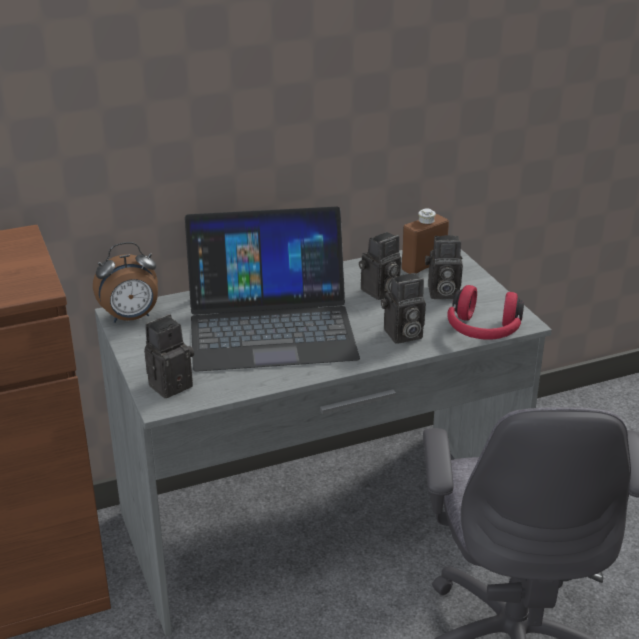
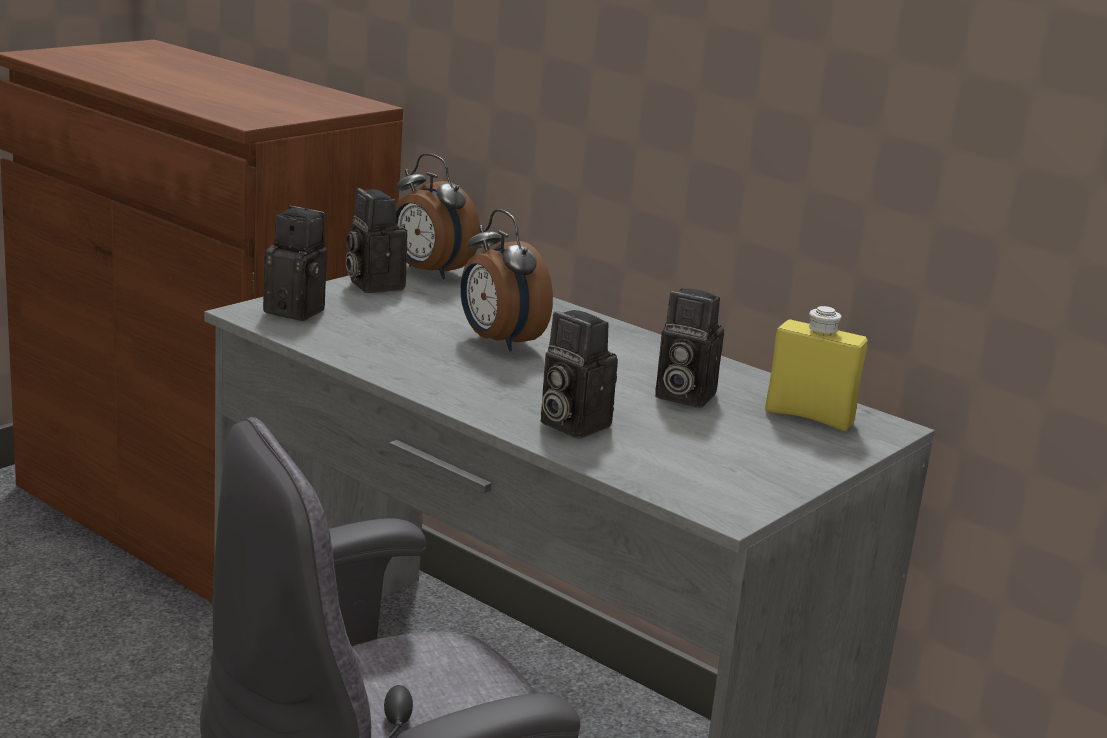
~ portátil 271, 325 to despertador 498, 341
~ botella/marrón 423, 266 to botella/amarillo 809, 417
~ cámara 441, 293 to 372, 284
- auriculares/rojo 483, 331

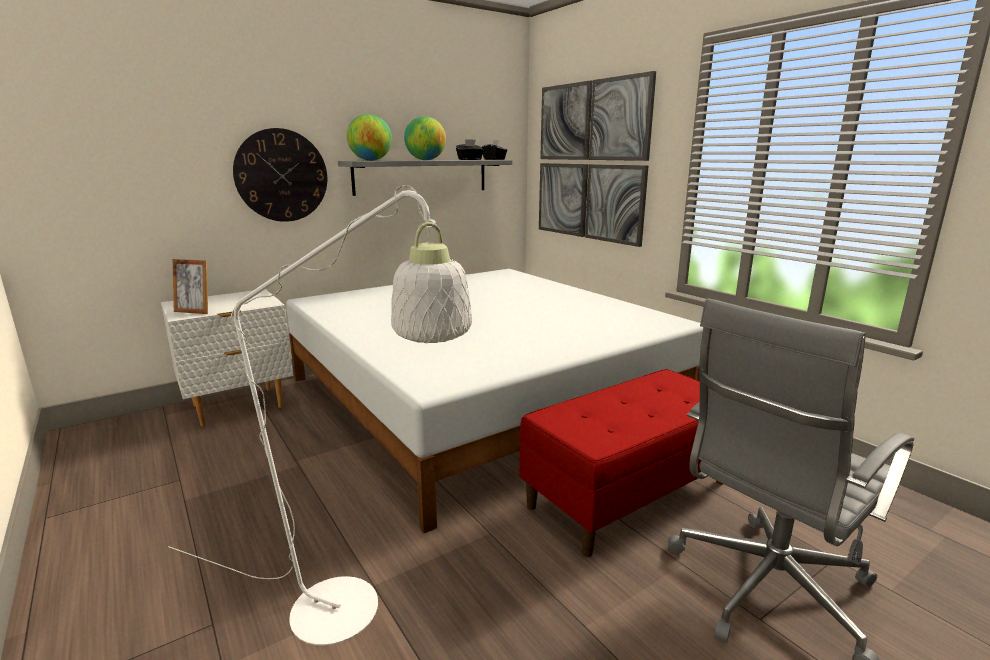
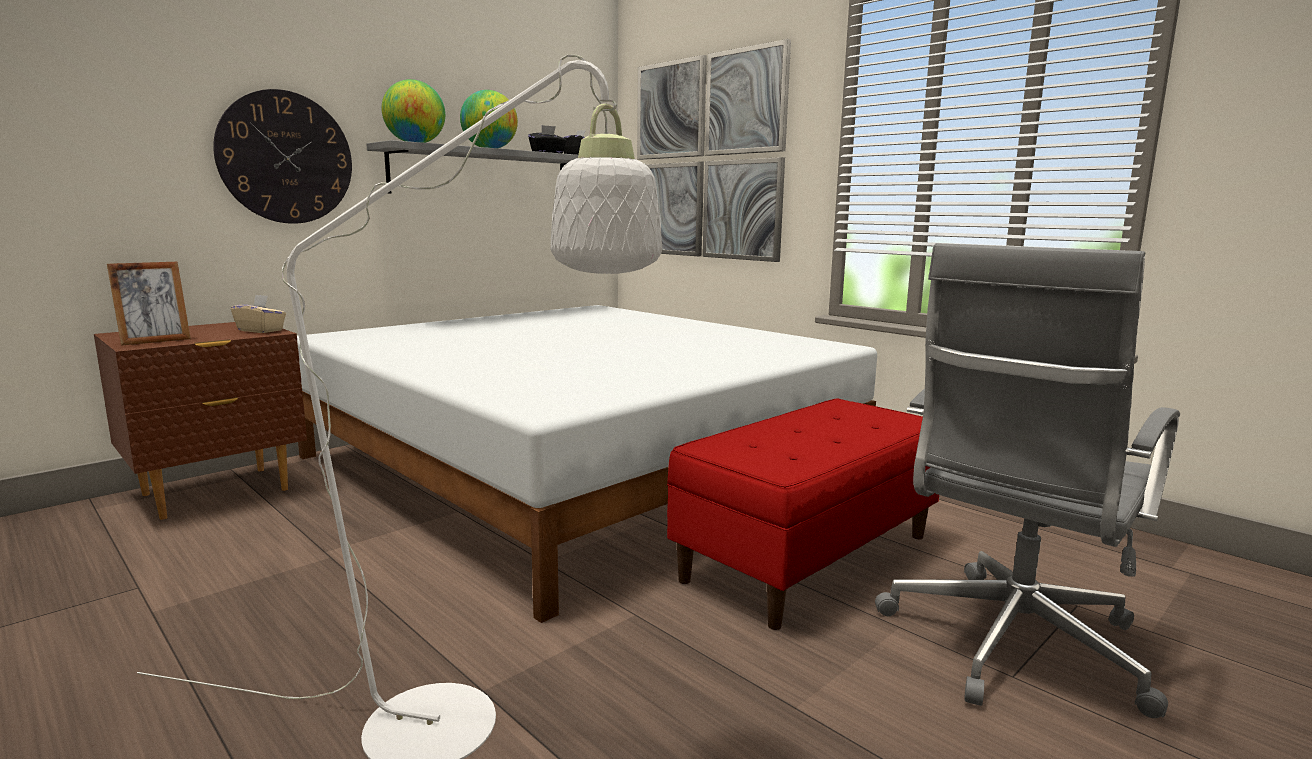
~ portarretratos 194, 311 = 155, 341 45 degrees counterclockwise
~ mesita de noche/blanco 238, 406 to mesita de noche/marrón 217, 493
+ caja de pañuelos/beis 261, 330

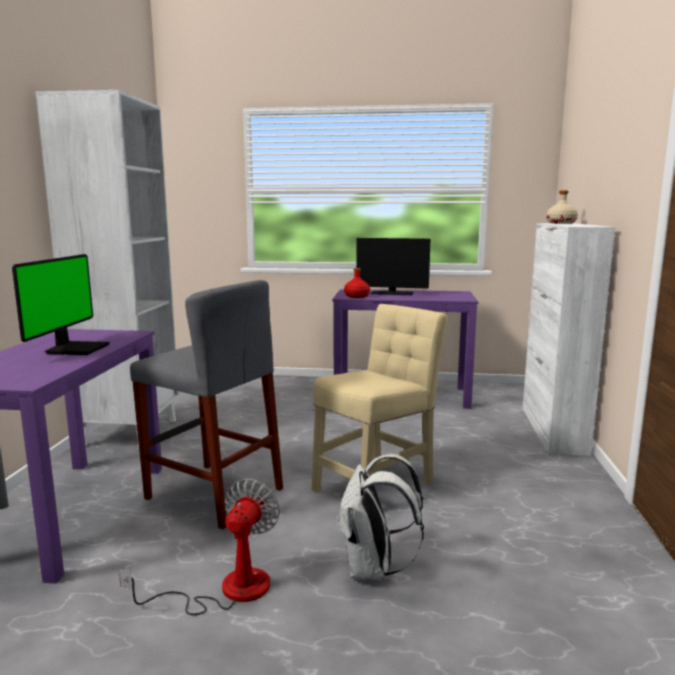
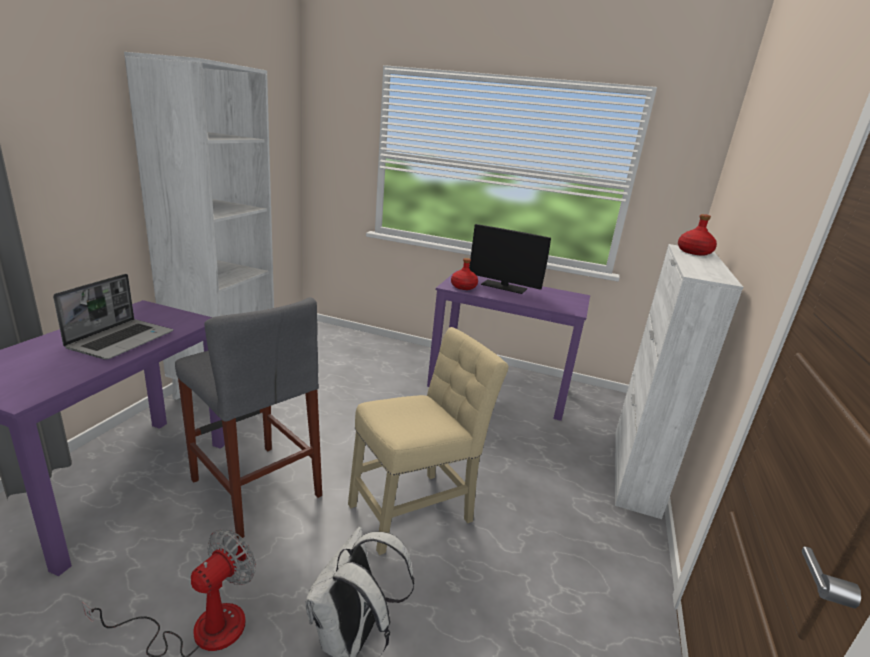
~ botella/beis 561, 223 to botella/rojo 694, 252
~ monitor 76, 349 to portátil 121, 340

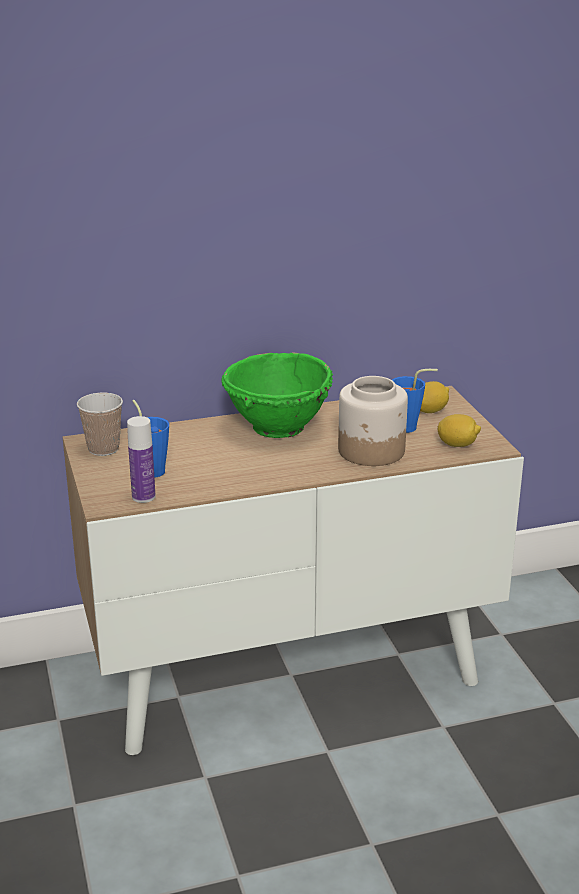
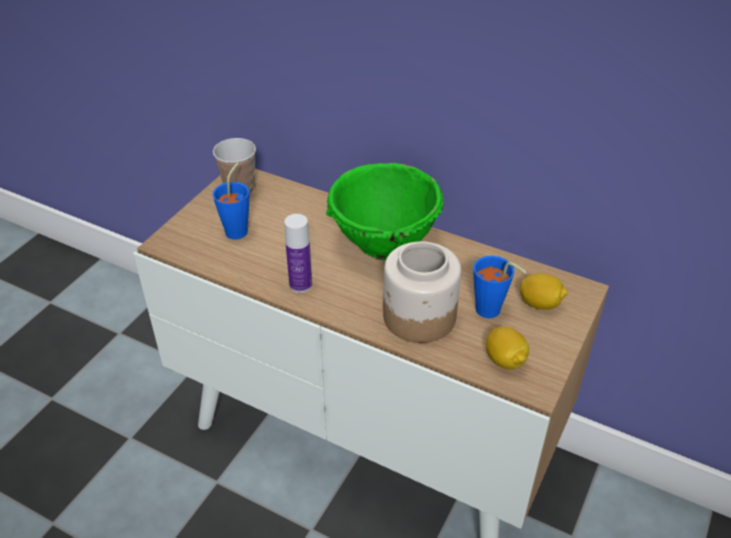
~ botella 143, 497 to 300, 285

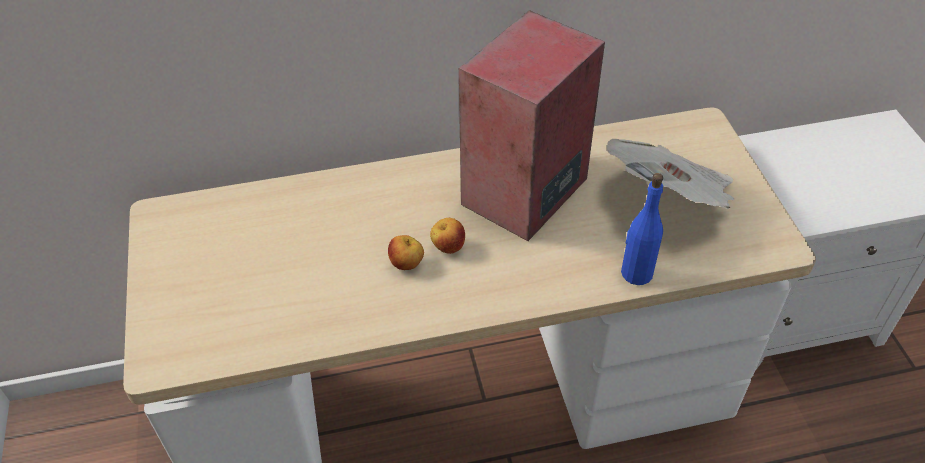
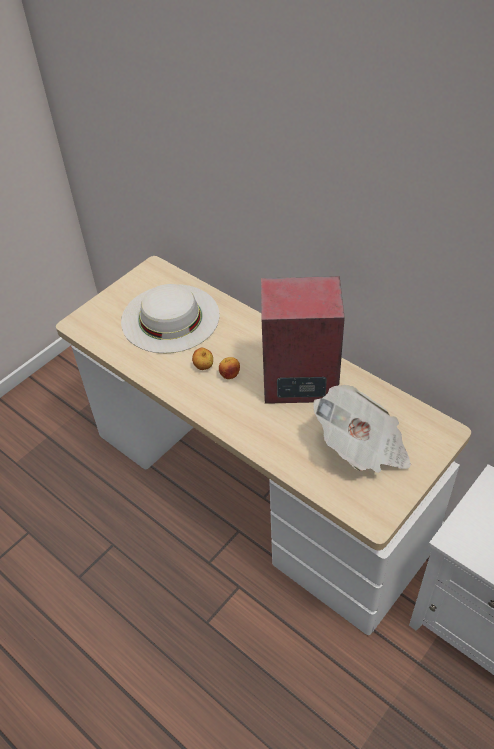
- botella/azul 636, 273
+ sombrero/blanco 170, 318

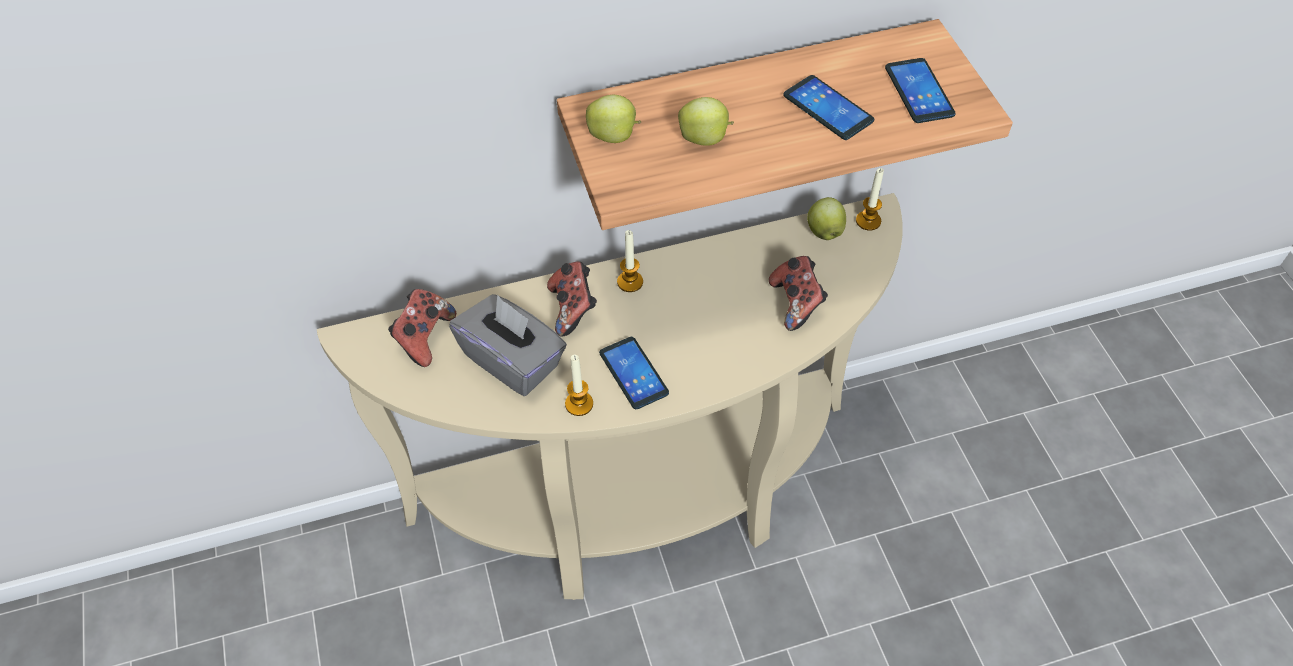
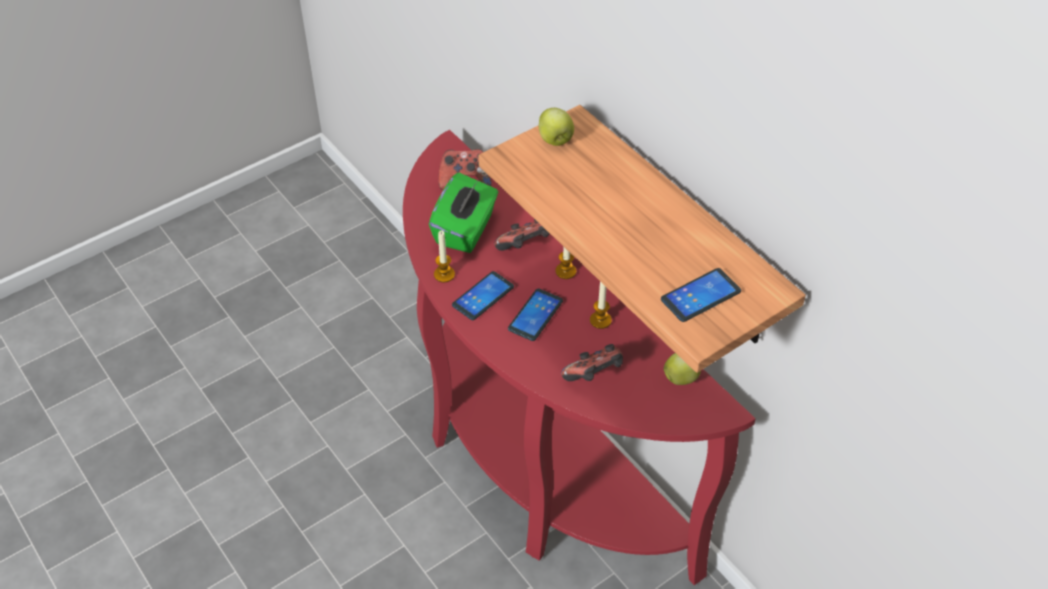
~ móvil 827, 108 to 535, 315
- manzana 704, 139
~ vela 868, 221 to 600, 320
~ mesa consola/beis 644, 506 to mesa consola/rojo 532, 463
~ caja de pañuelos/gris 513, 360 to caja de pañuelos/verde 465, 230

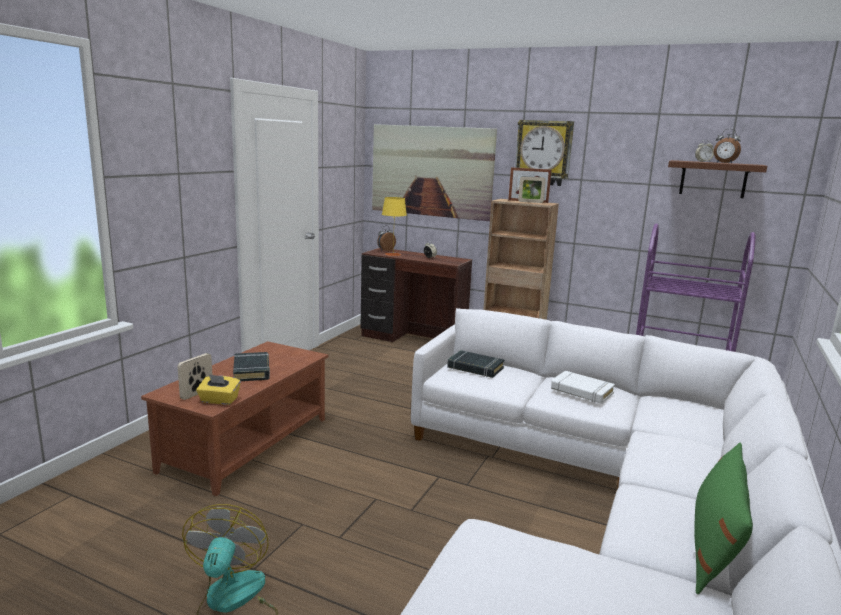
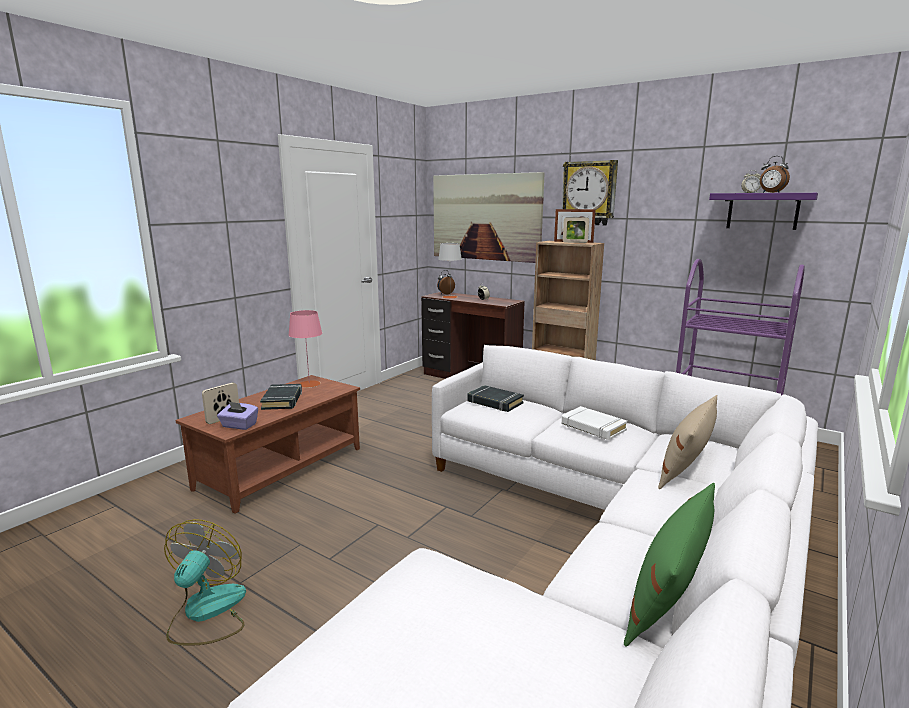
~ estante/marrón 713, 179 to estante/morado 762, 211
~ lámpara de mesa/amarillo 393, 254 to lámpara de mesa/gris 450, 297
~ caja de pañuelos/amarillo 219, 400 to caja de pañuelos/morado 239, 426
+ lámpara de mesa/rosa 309, 384
+ cojín/beis 686, 466

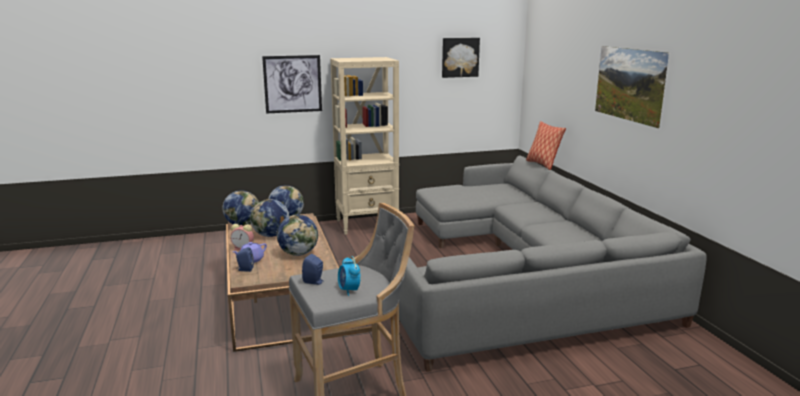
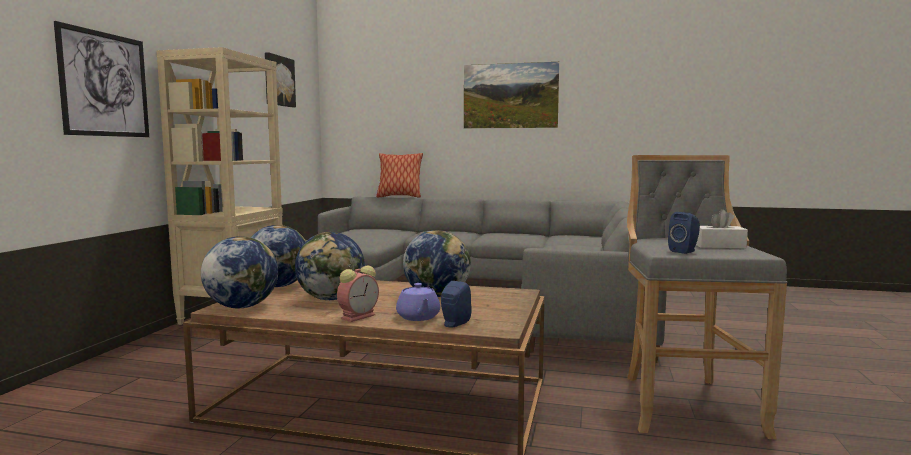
~ despertador 349, 290 to caja de pañuelos/blanco 719, 246

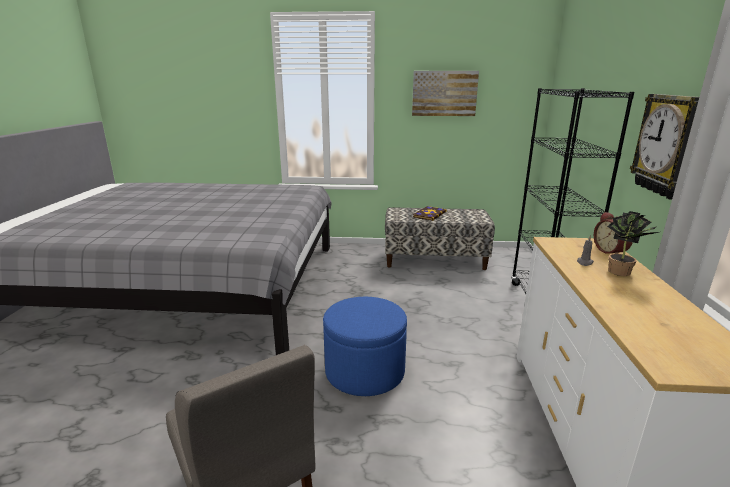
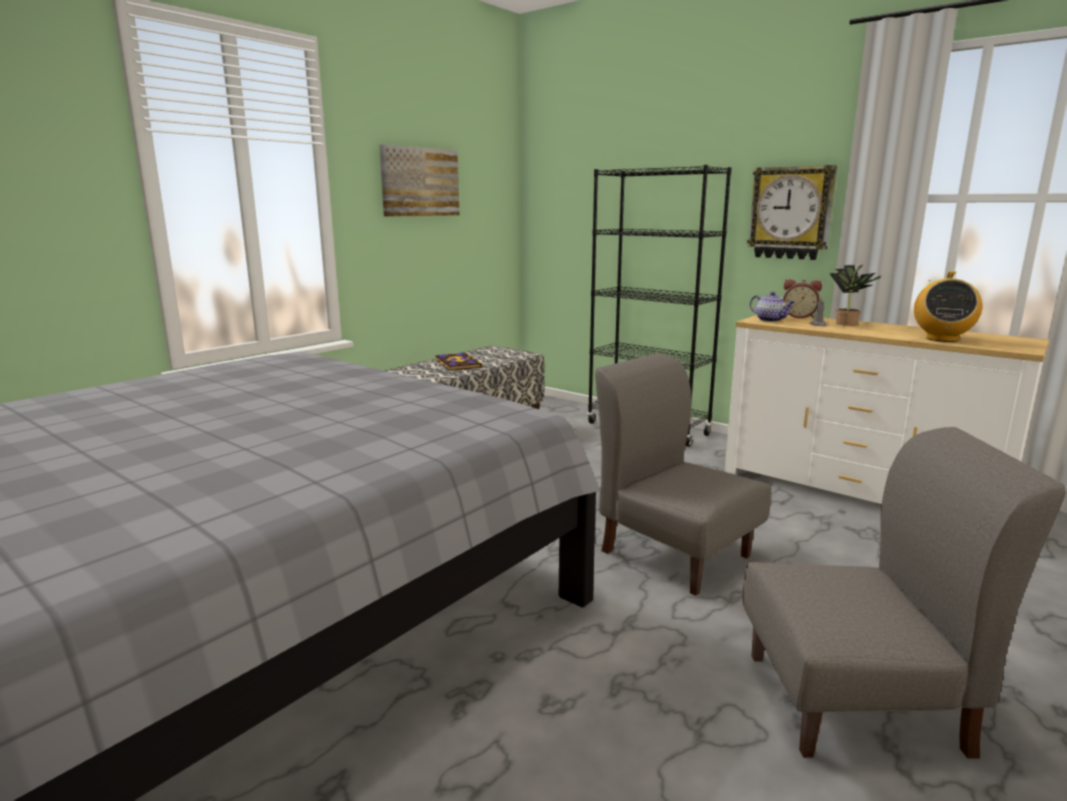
~ puf/azul 365, 371 to silla/gris 674, 553
+ radio 941, 339
+ tetera 770, 320

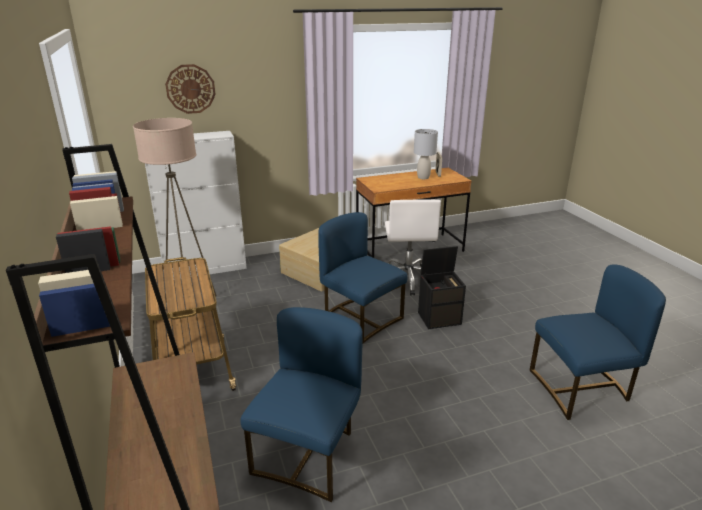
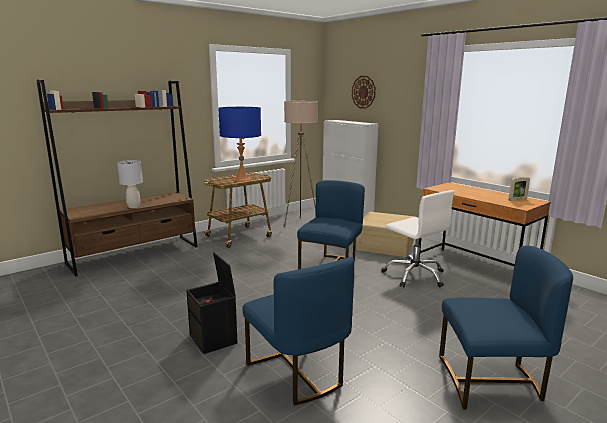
~ lámpara de mesa/gris 423, 177 to 133, 207
~ silla de oficina/blanco 408, 279 = 415, 275 105 degrees counterclockwise
~ caja de almacenaje/negro 440, 318 to 214, 339
~ silla/azul 309, 454 to 491, 382
+ lámpara de mesa/azul 242, 179

